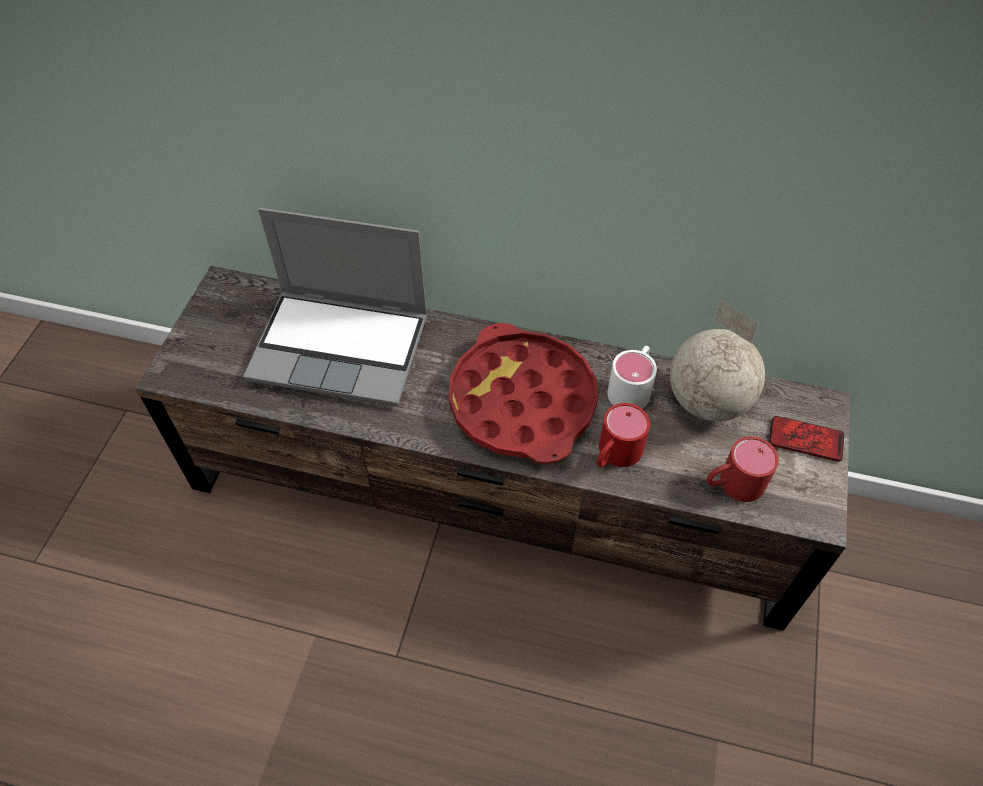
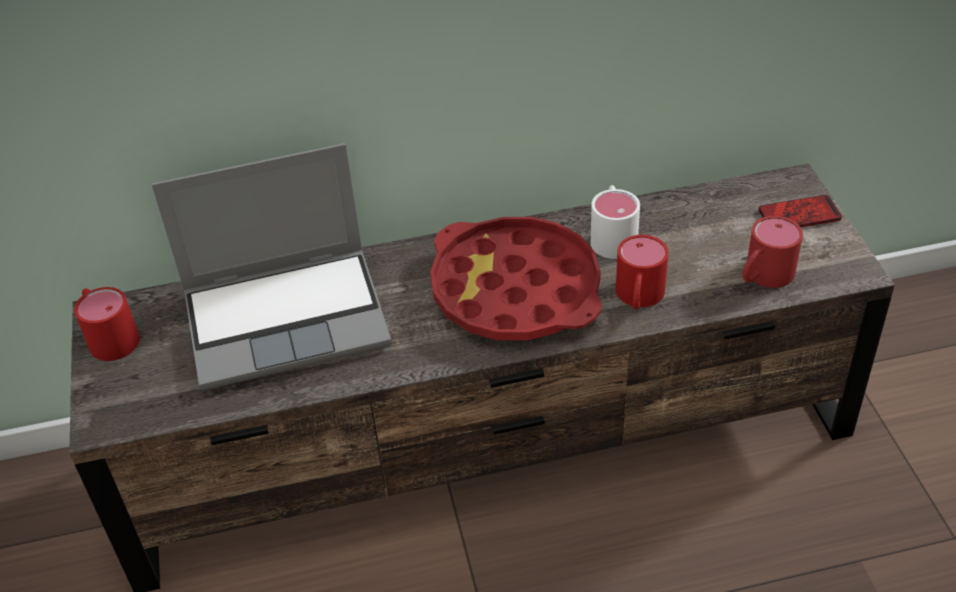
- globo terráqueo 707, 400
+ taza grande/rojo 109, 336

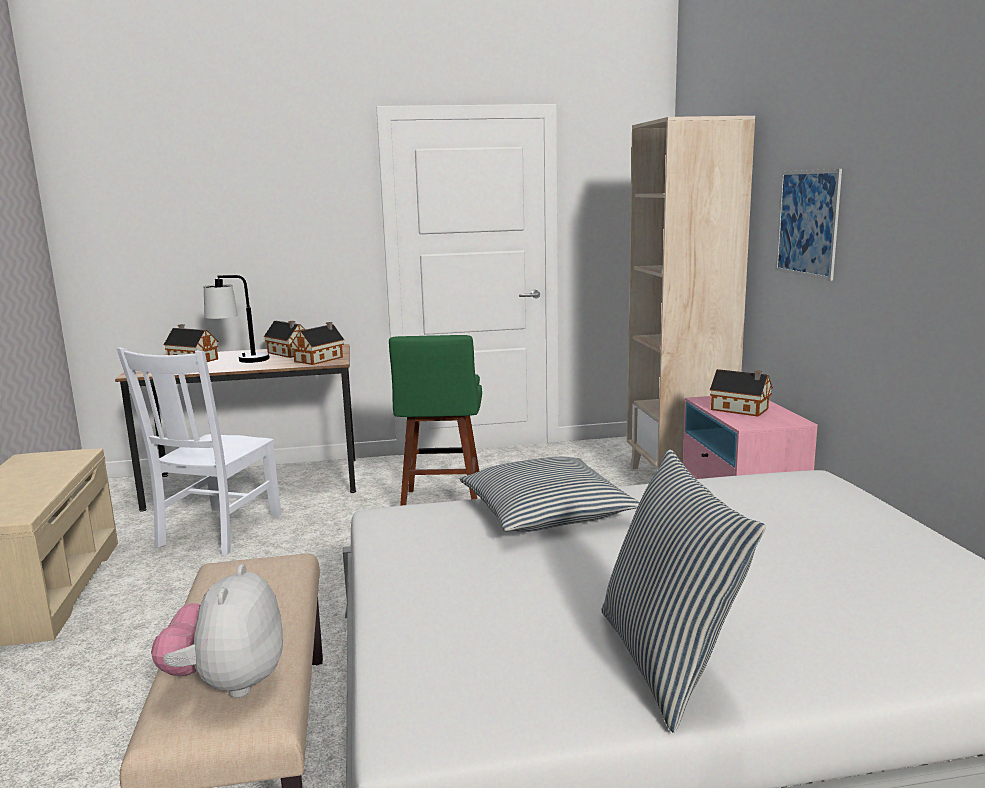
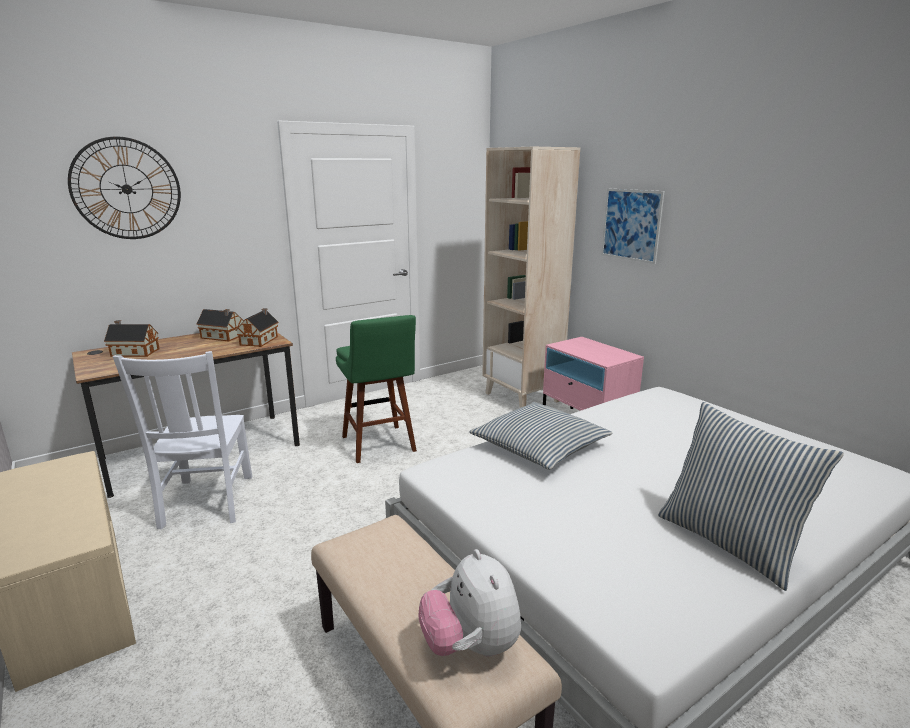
- lámpara de mesa 241, 362
- casita 741, 409
+ reloj de pared 126, 189

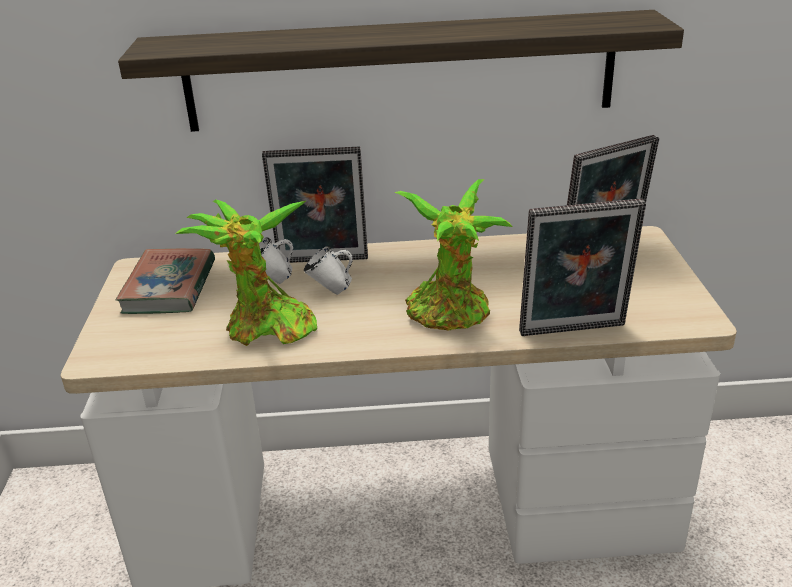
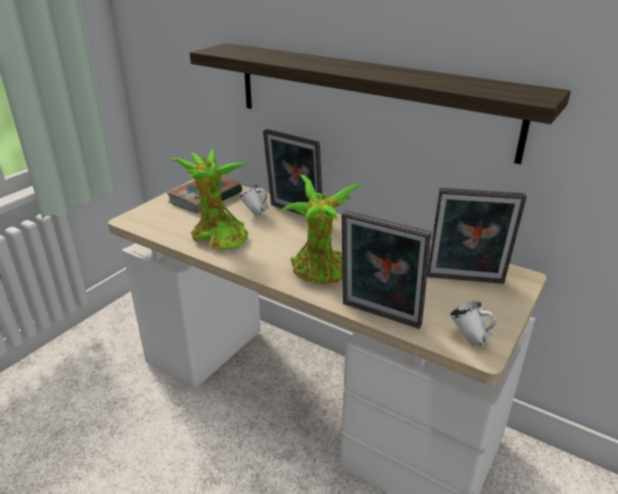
~ taza grande/blanco 331, 291 to 469, 339

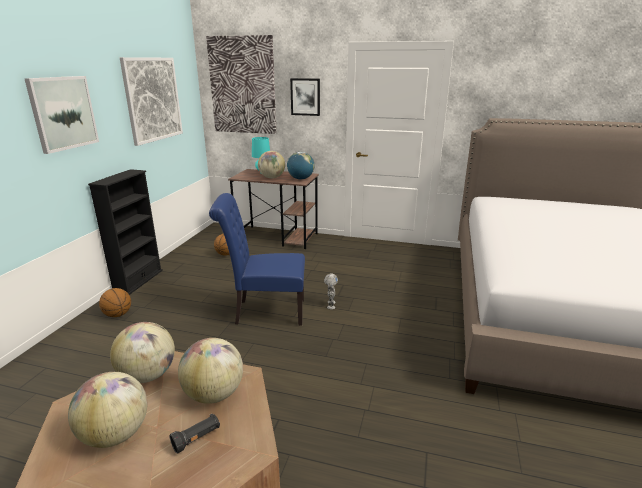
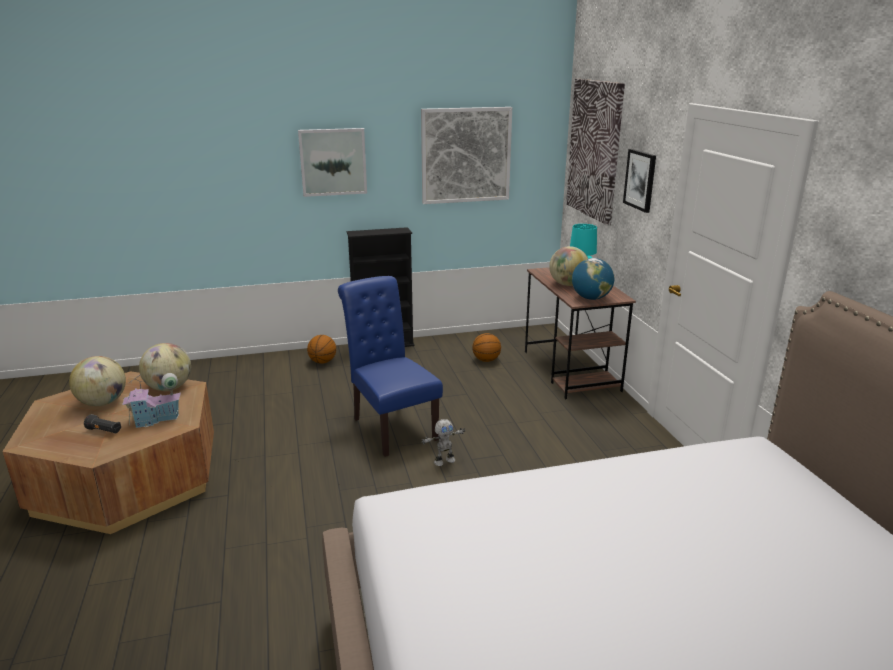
~ globo terráqueo 214, 394 to casita 156, 420

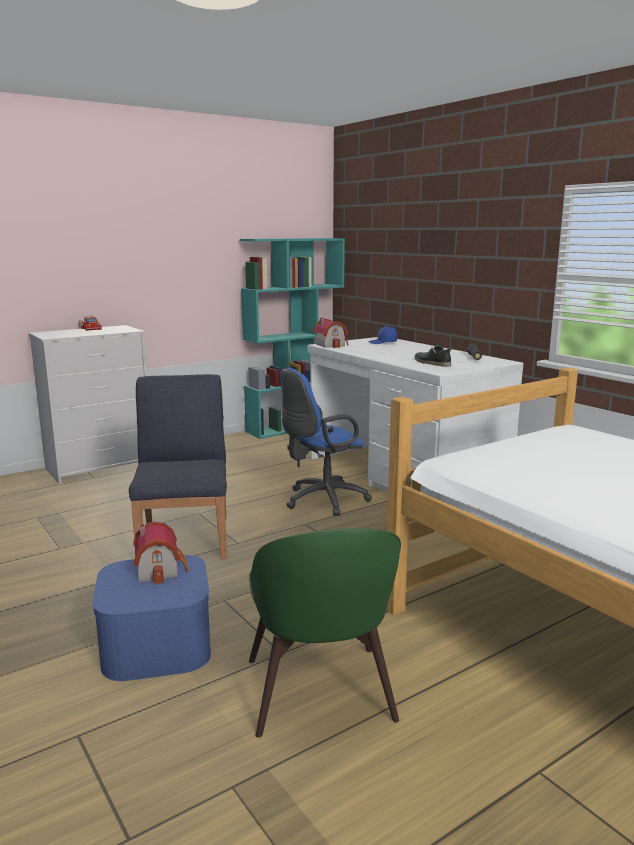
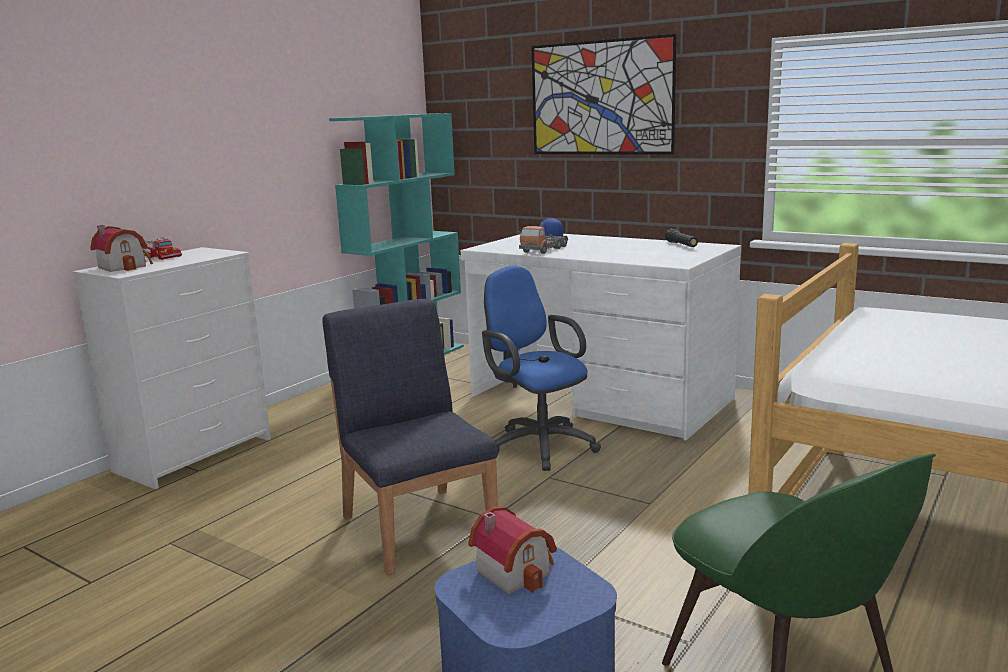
~ casita 331, 345 to 124, 266
- zapato 431, 363
~ silla de oficina/azul 321, 500 = 538, 445 105 degrees clockwise
+ cuadro 600, 98
+ camión de juguete 544, 250

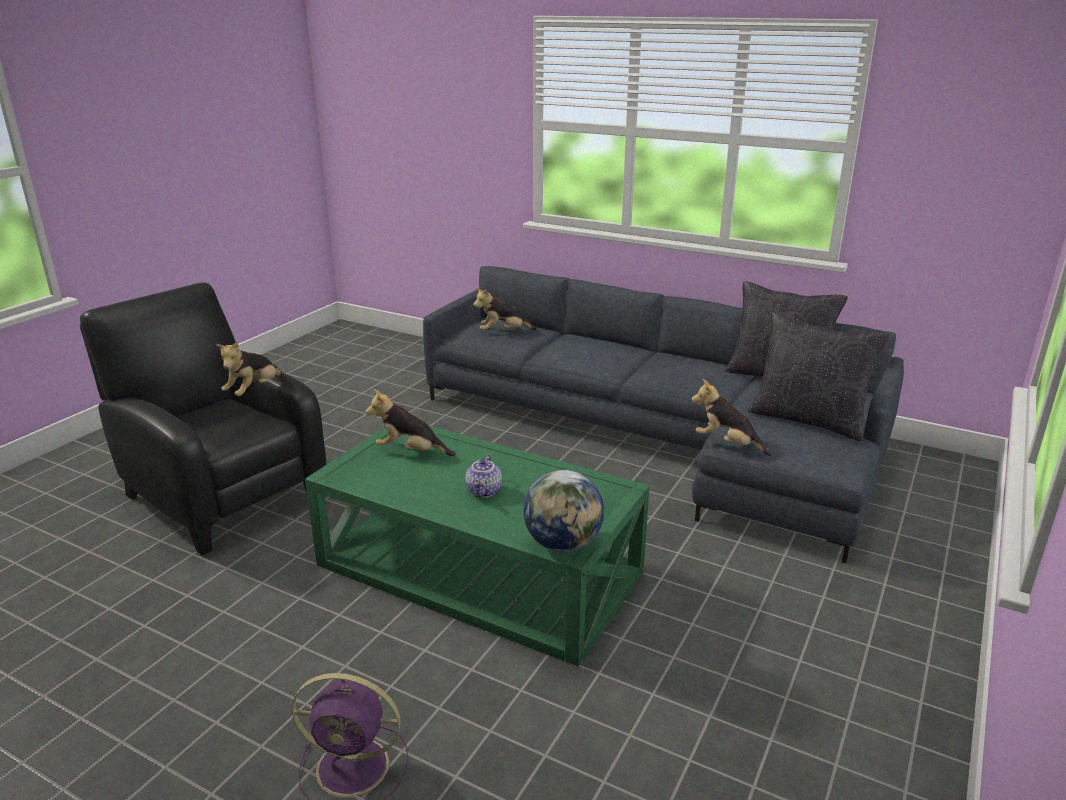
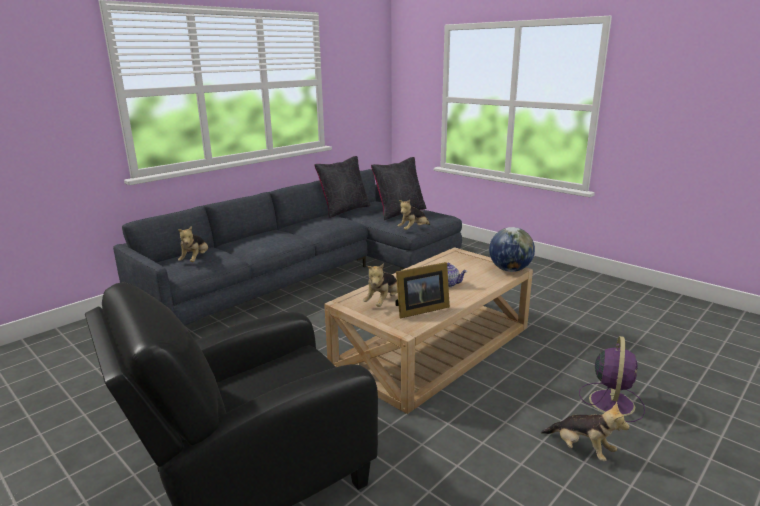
~ peluche 253, 391 to 581, 449
~ mesa de centro/verde 480, 568 to mesa de centro/beis 432, 346
+ portarretratos 419, 310

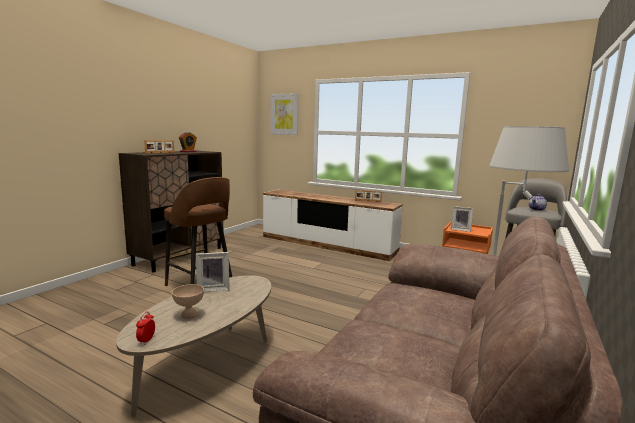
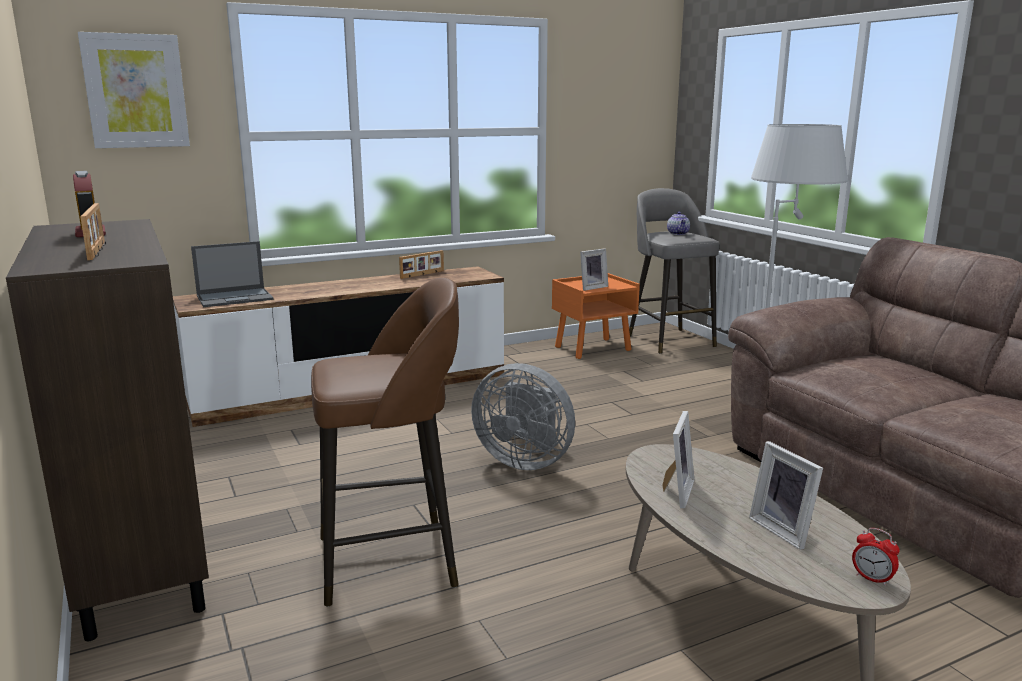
~ cuenco/beis 189, 315 to portarretratos 785, 530
+ portátil 235, 298
+ ventilador/gris 524, 460

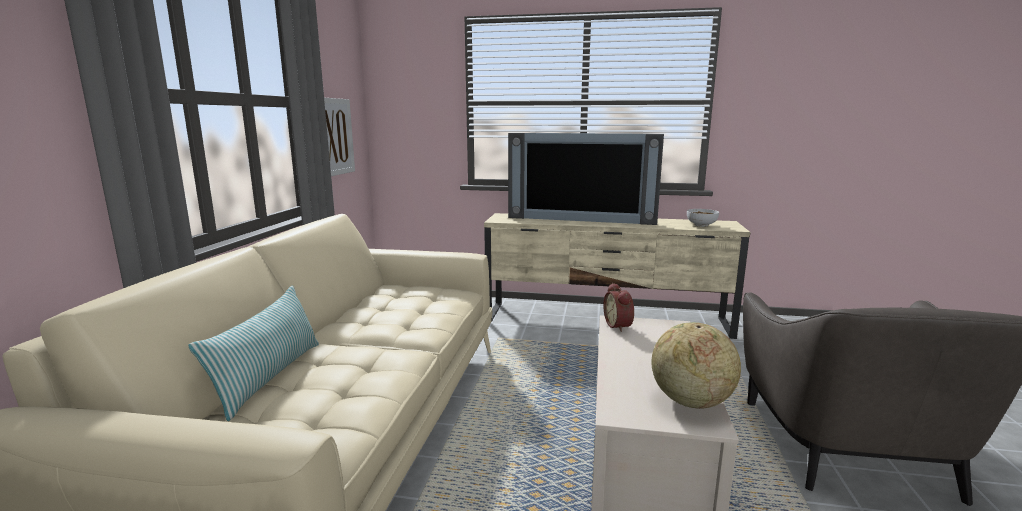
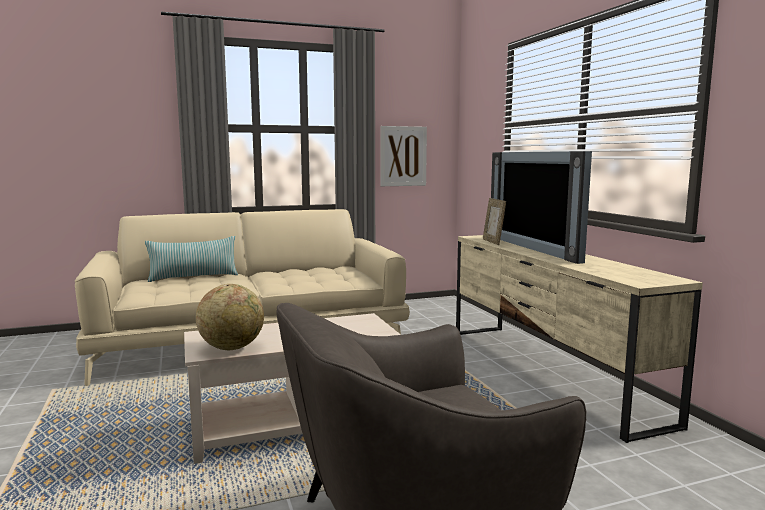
- cuenco 701, 225
- despertador 619, 325
+ portarretratos 493, 242

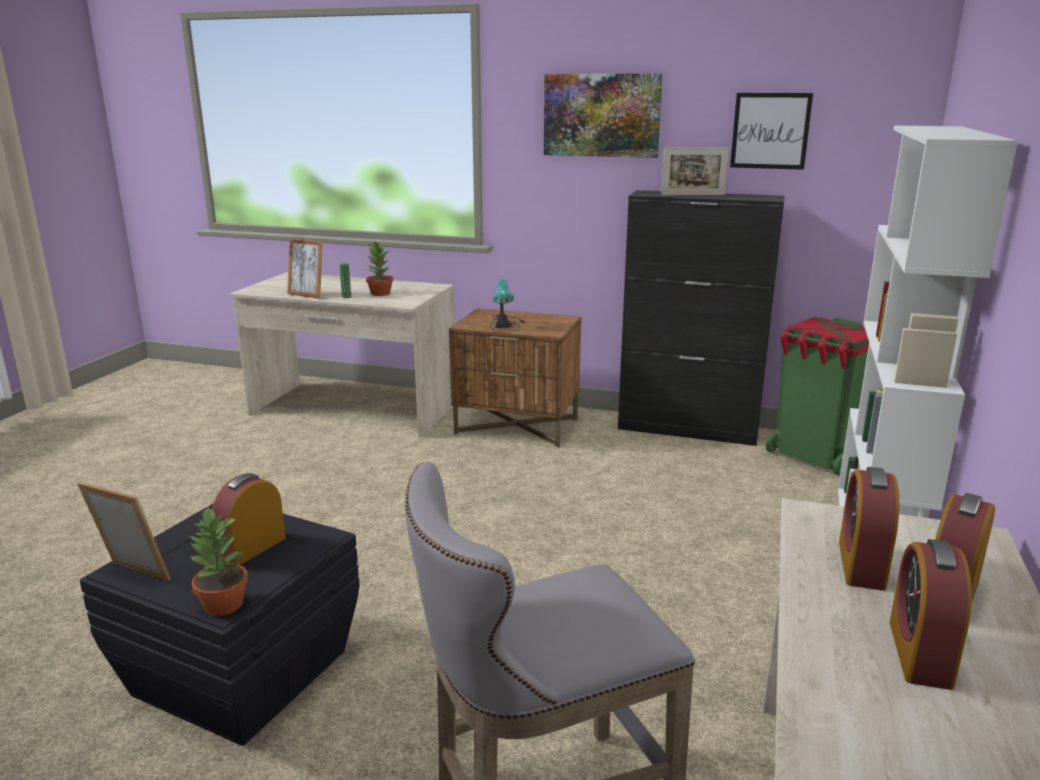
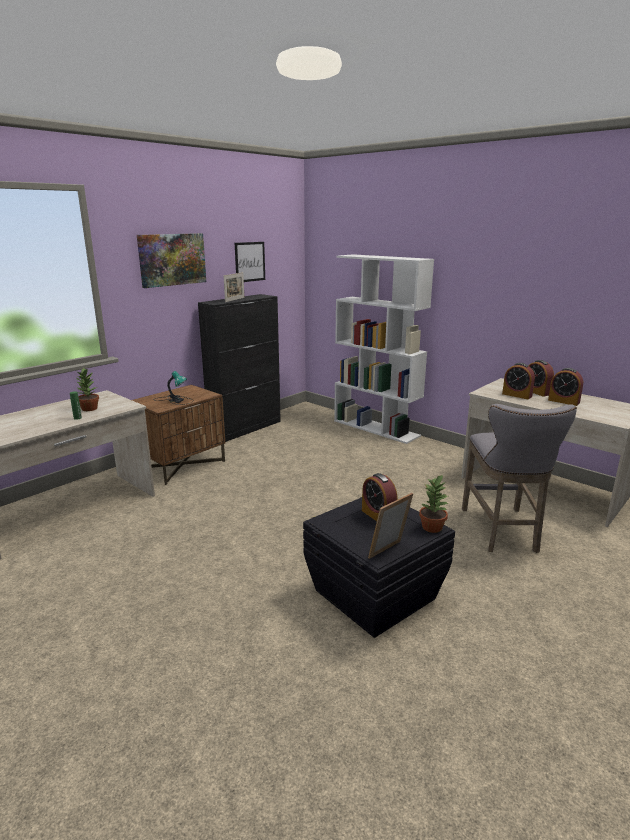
- portarretratos 307, 295
- papelera/verde 814, 457

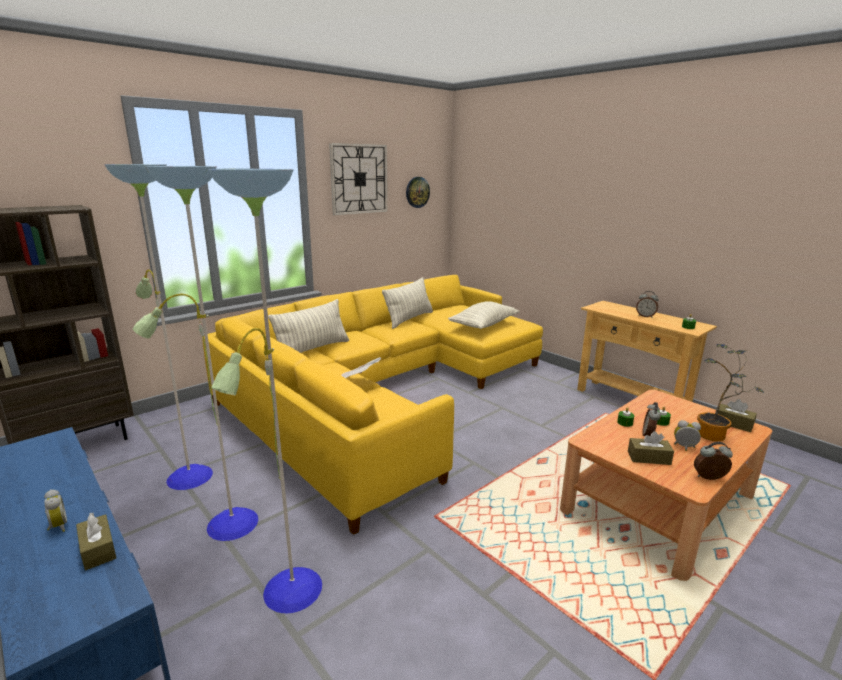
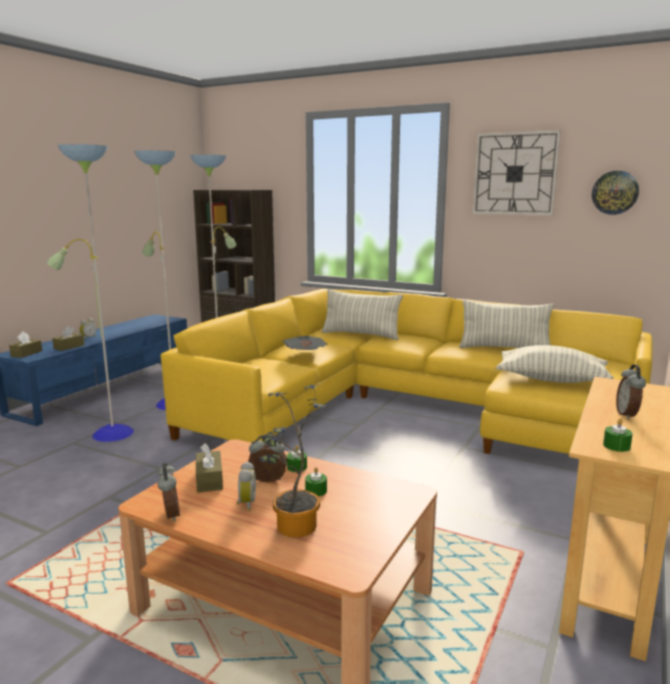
~ caja de pañuelos/marrón 733, 423 to 26, 353

